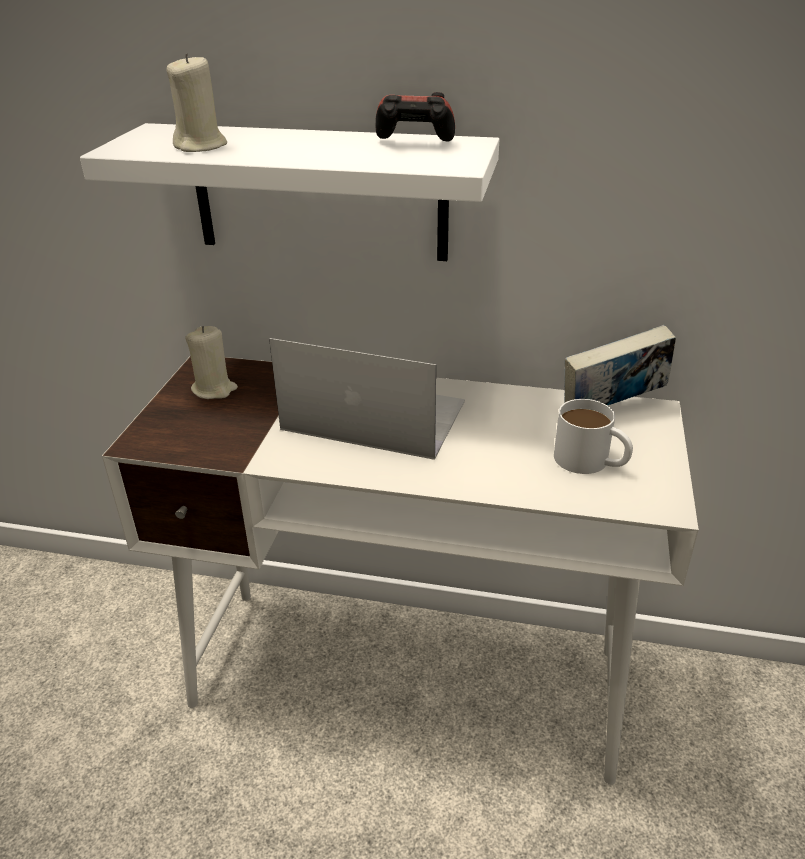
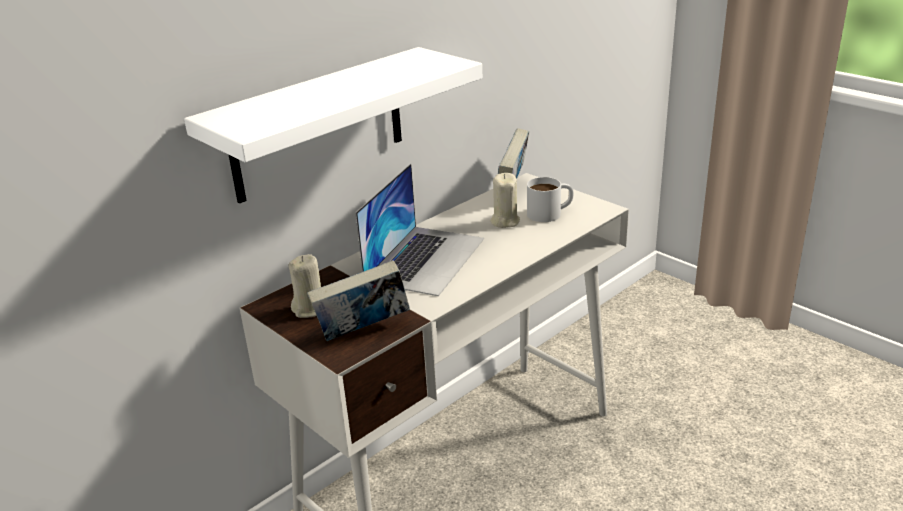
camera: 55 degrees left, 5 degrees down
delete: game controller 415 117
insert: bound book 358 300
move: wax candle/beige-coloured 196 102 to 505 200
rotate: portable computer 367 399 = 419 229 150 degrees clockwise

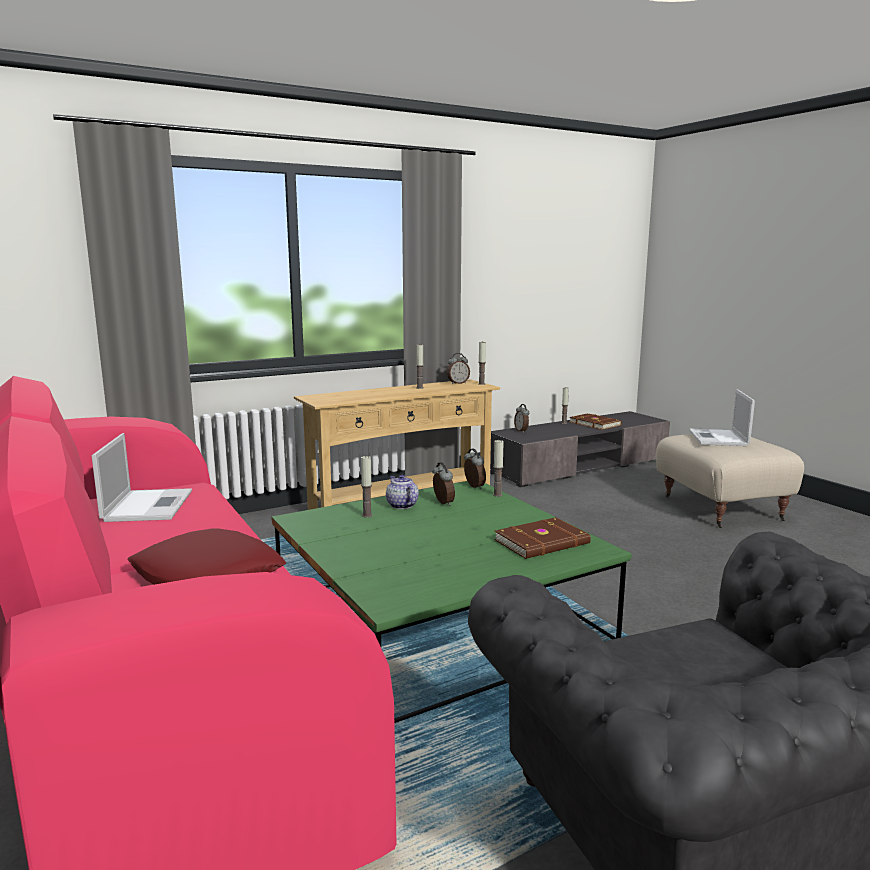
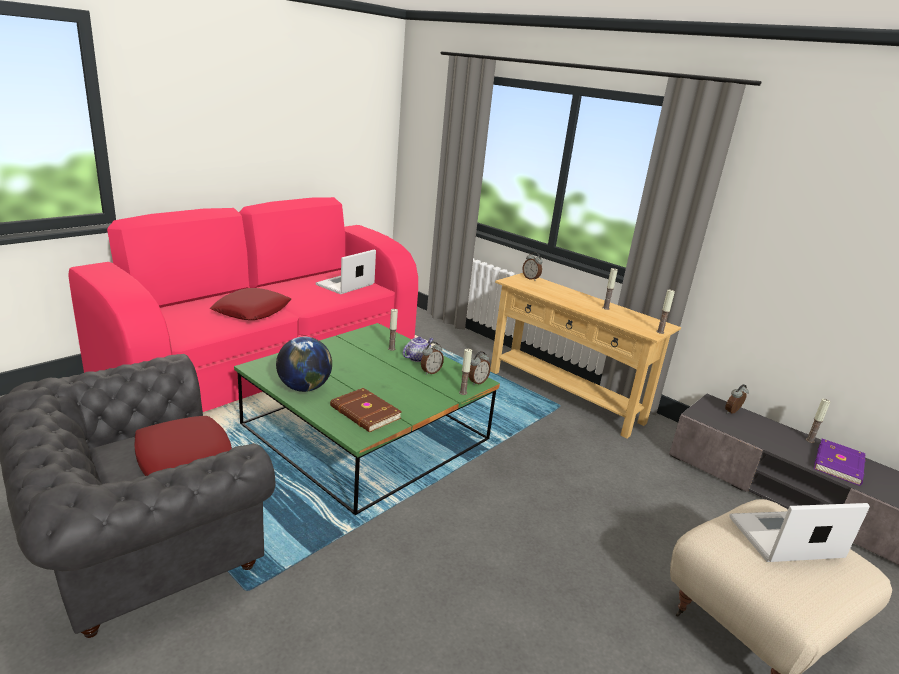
camera: 70 degrees right, 10 degrees up
insert: desk globe 304 364; pillow/reddish 183 446
move: bedside clock 458 369 to 533 266
recolor: bound book/brown 596 421 to bound book/purple 839 462
rotate: portable computer 142 477 = 346 271 150 degrees clockwise

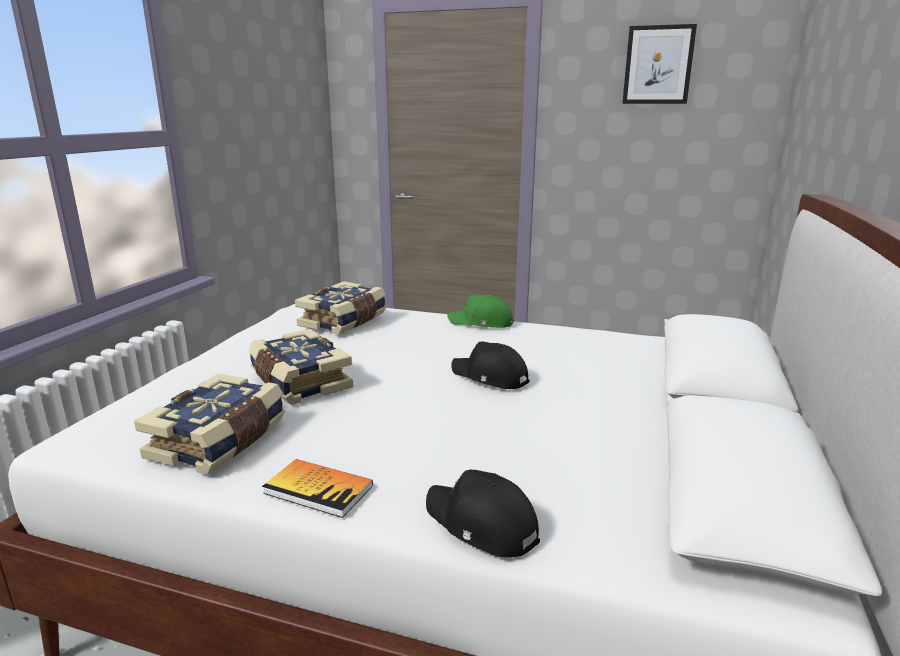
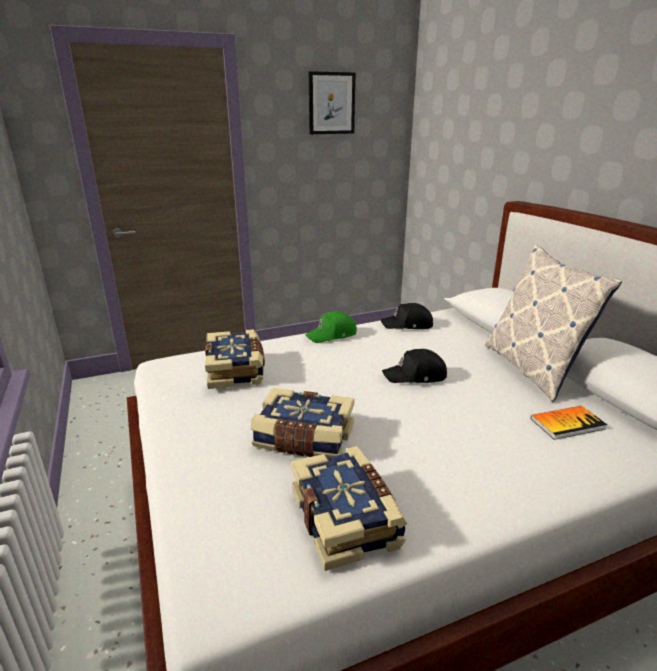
camera: 40 degrees left, 5 degrees up
insert: pillow 553 323
move: bound book 317 488 to 569 423; peaked cap/black 483 513 to 406 316

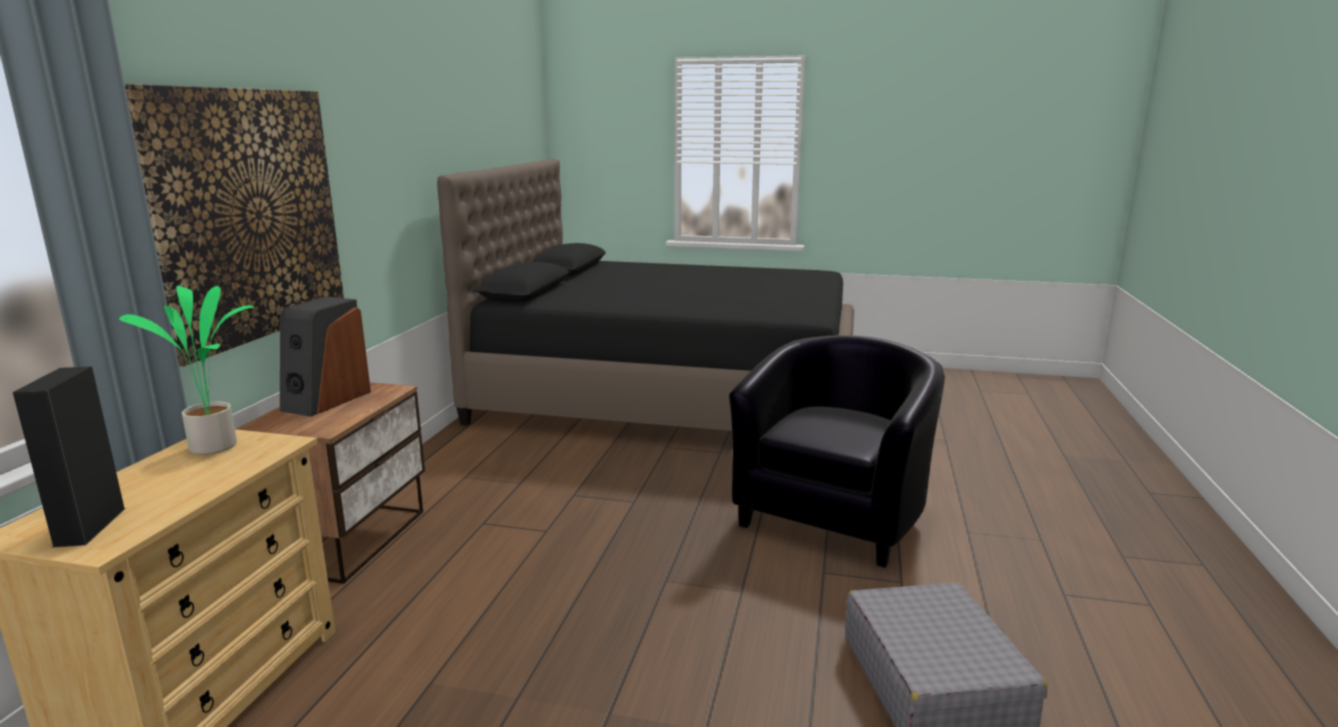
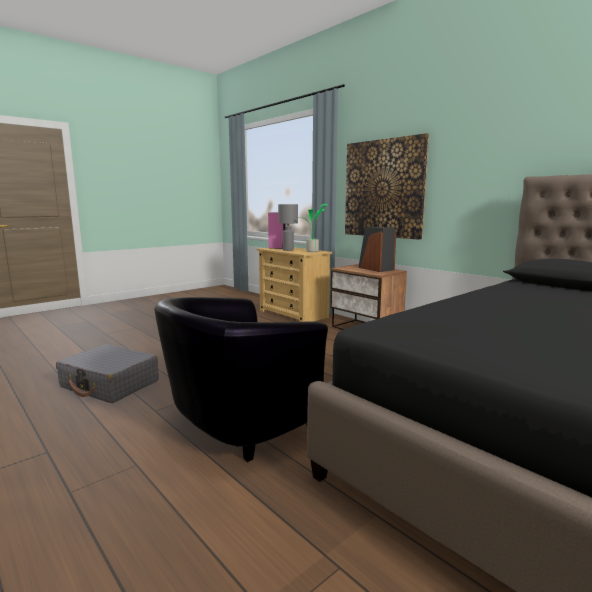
camera: 125 degrees right, 5 degrees down
insert: table lamp/greyish 288 227
recolor: audio speaker/black 69 457 to audio speaker/pink 277 231
rotate: armchair/black 837 451 = 241 379 75 degrees clockwise

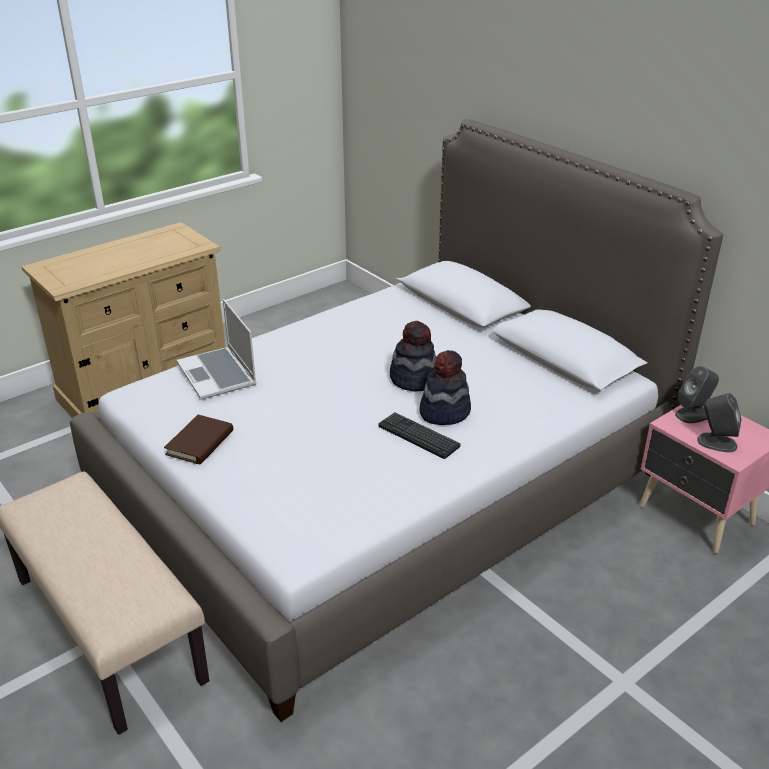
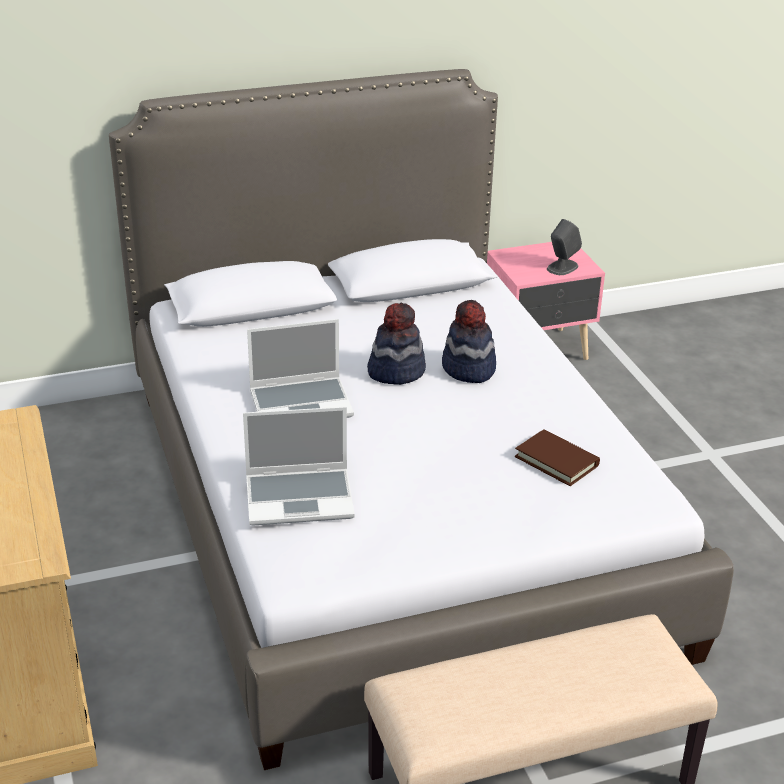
camera: 70 degrees left, 0 degrees up
delete: audio speaker/greyish 697 394; keyboard 419 435
insert: portable computer 300 368
move: bound book/brown 198 440 to 557 458

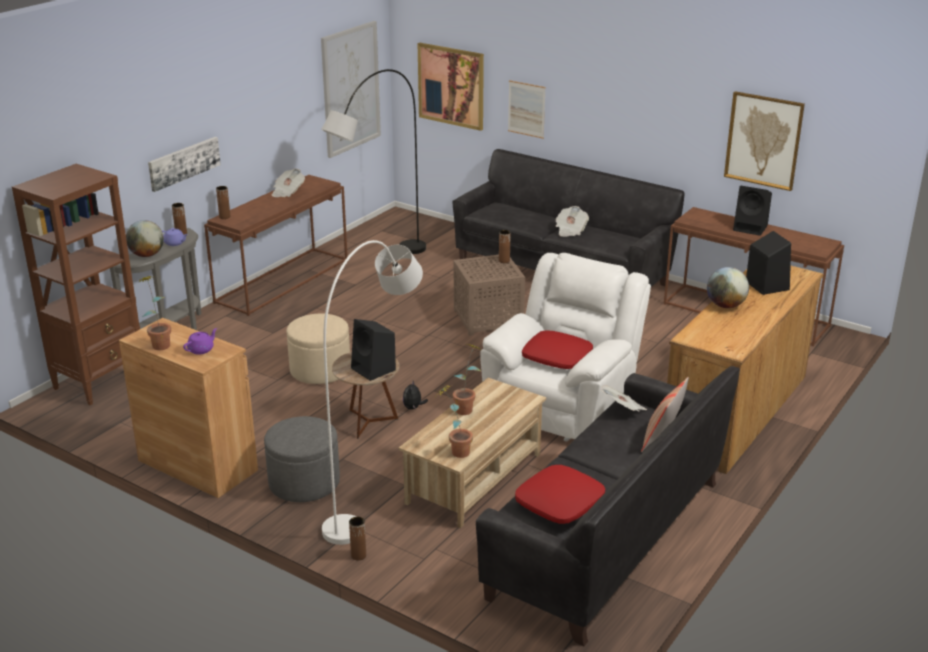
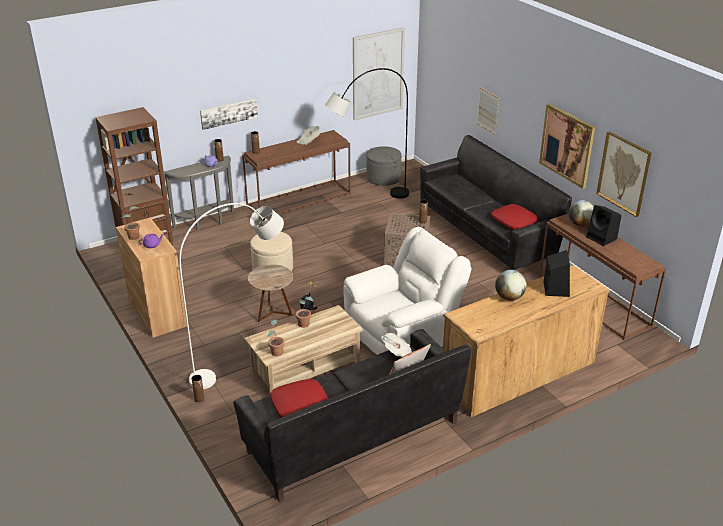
camera: 25 degrees right, 5 degrees up
delete: daily paper 572 221; audio speaker/black 373 350
move: picture 451 87 to 567 146; desk globe 145 238 to 581 213; pillow/reddish 557 350 to 514 216; ottoman/greyish 302 459 to 384 166

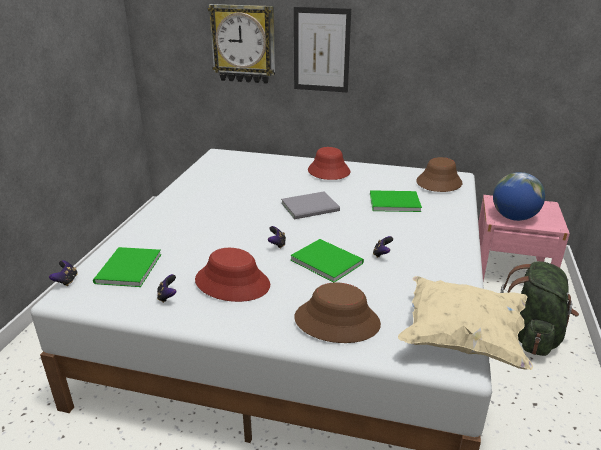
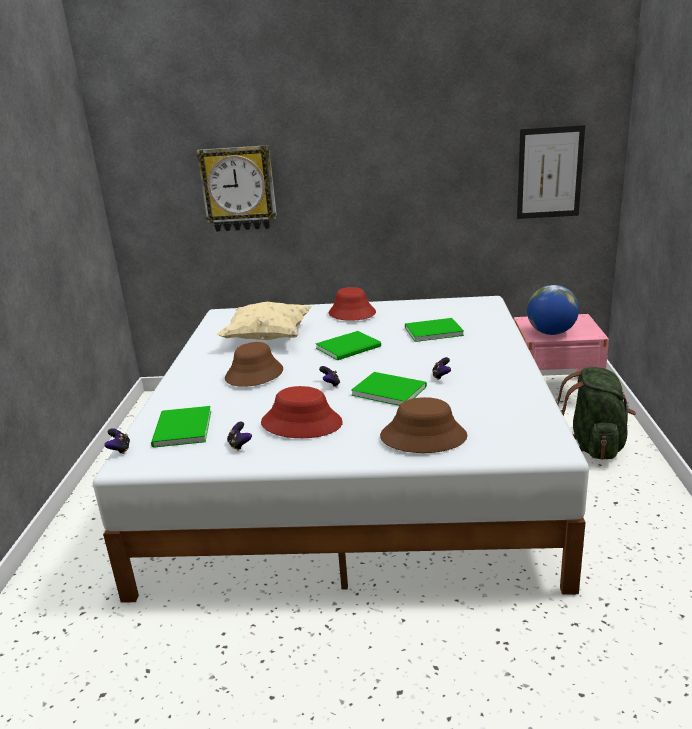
camera: 10 degrees left, 5 degrees down
move: picture 322 49 to 551 172; wearable hat/brown 439 174 to 254 364; pillow/beige-coloured 465 323 to 264 321
recolor: bound book/greyish 310 205 to bound book/green 348 345

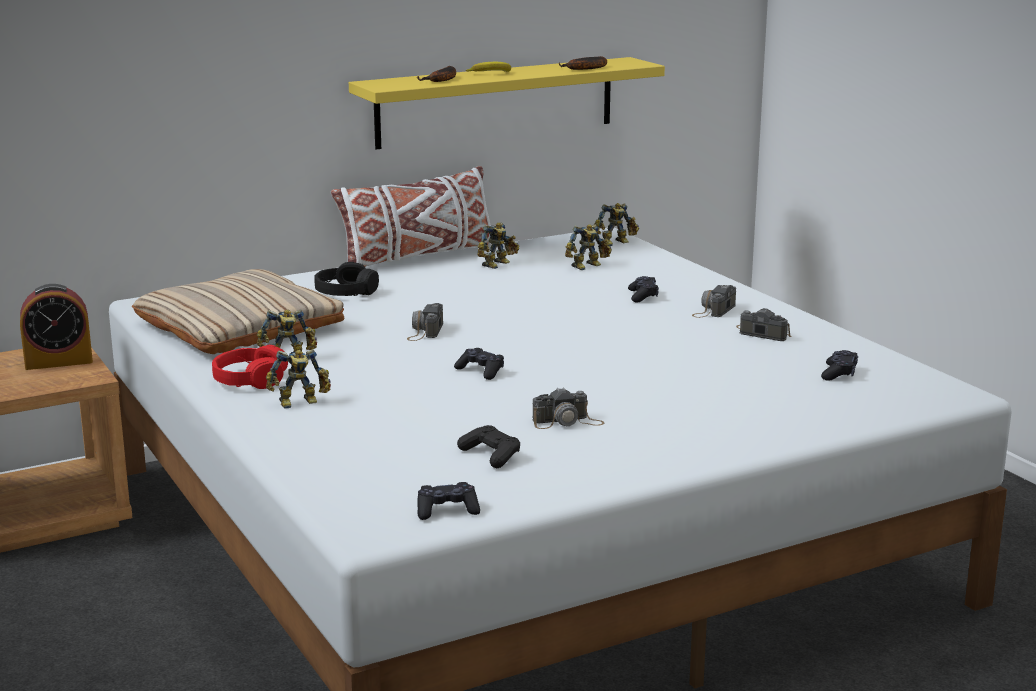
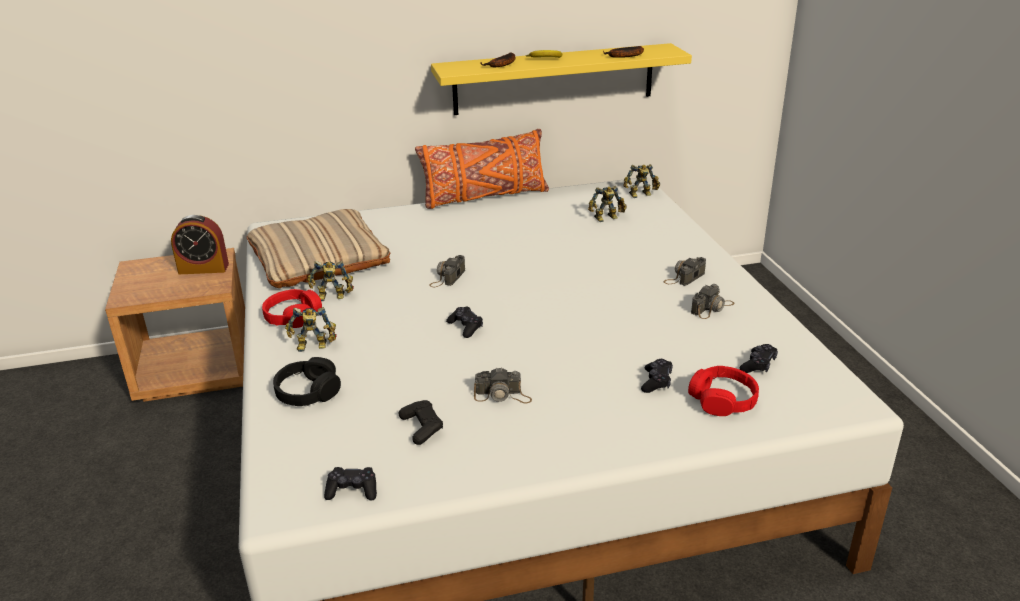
camera: 15 degrees right, 10 degrees up
delete: robot figure 498 245
insert: headset/reddish 723 391
move: headset/black 346 279 to 307 381; game controller/black 643 289 to 657 376
recolor: pillow/white-coloured 411 216 to pillow/orange-coloured 482 169
rotate: still camera 763 324 = 712 301 90 degrees clockwise

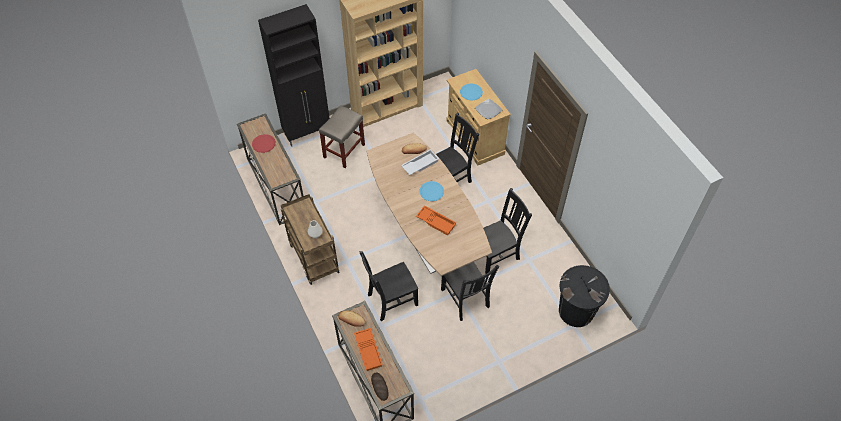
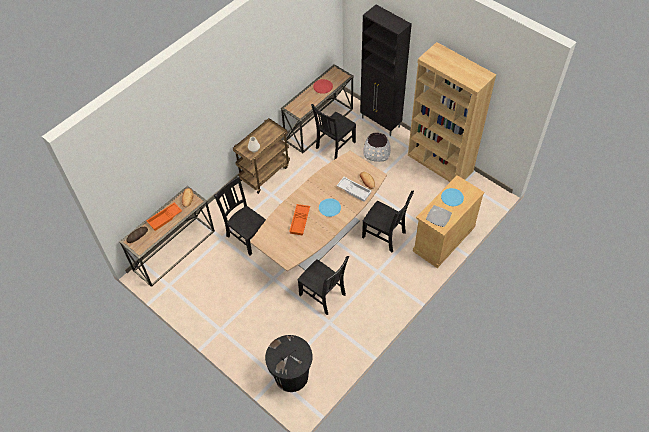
camera: 70 degrees right, 0 degrees up
move: chair/black 470 291 to 333 132
replace: sitting stool/beige-coloured 342 136 to flower pot/white-coloured 377 147

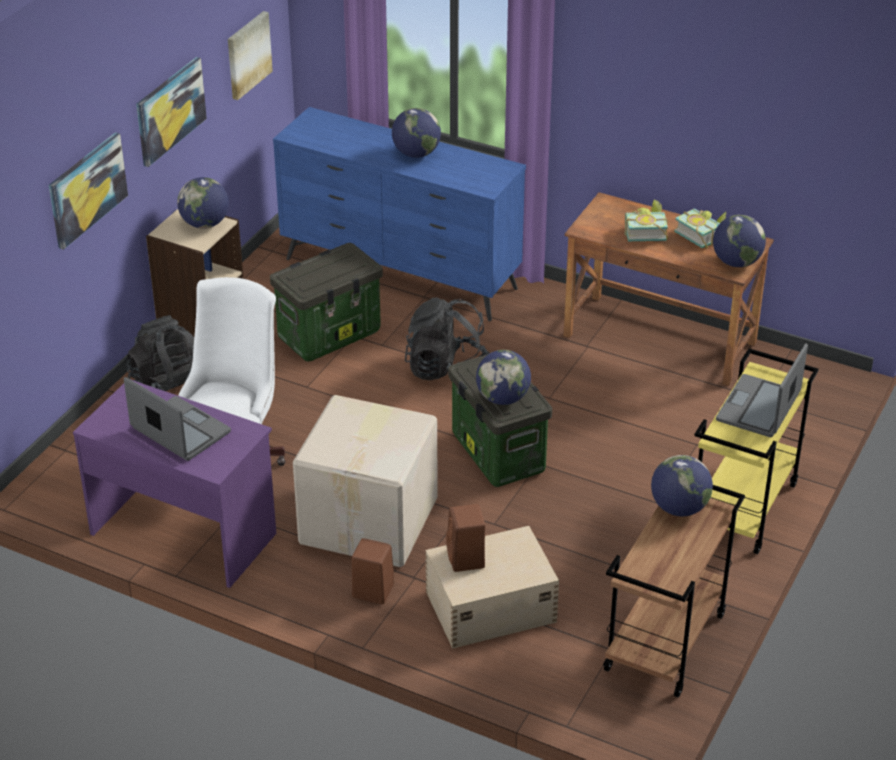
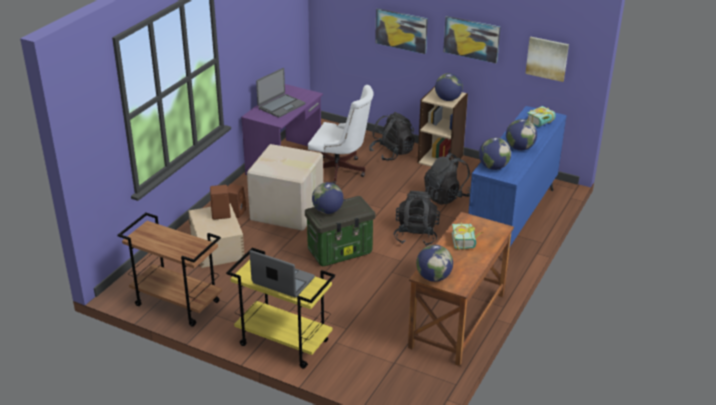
camera: 90 degrees right, 5 degrees down
move: bound book 700 228 to 541 116; desk globe 682 485 to 495 154
replace: storage box 326 302 to backpack/black 447 179

